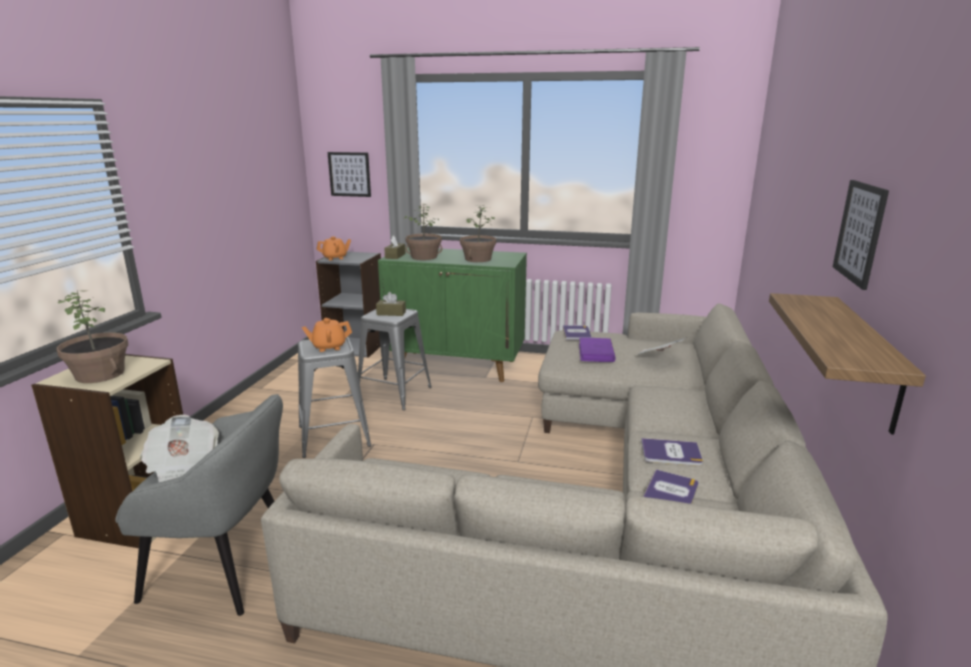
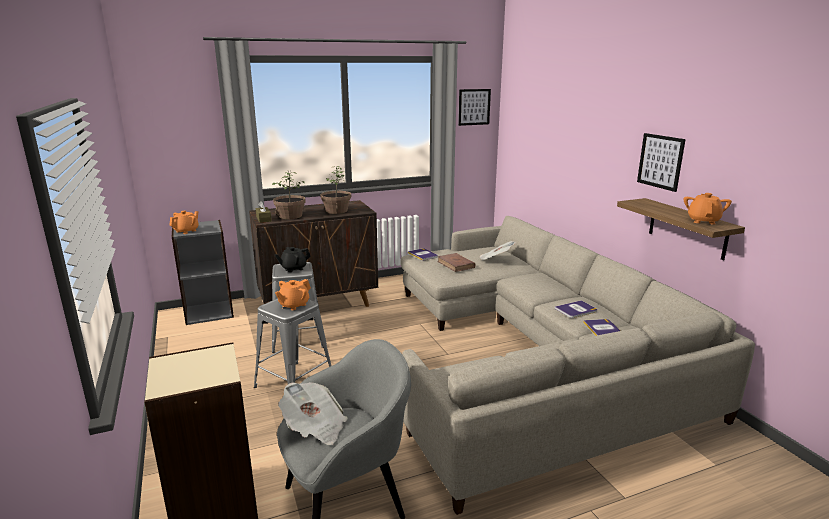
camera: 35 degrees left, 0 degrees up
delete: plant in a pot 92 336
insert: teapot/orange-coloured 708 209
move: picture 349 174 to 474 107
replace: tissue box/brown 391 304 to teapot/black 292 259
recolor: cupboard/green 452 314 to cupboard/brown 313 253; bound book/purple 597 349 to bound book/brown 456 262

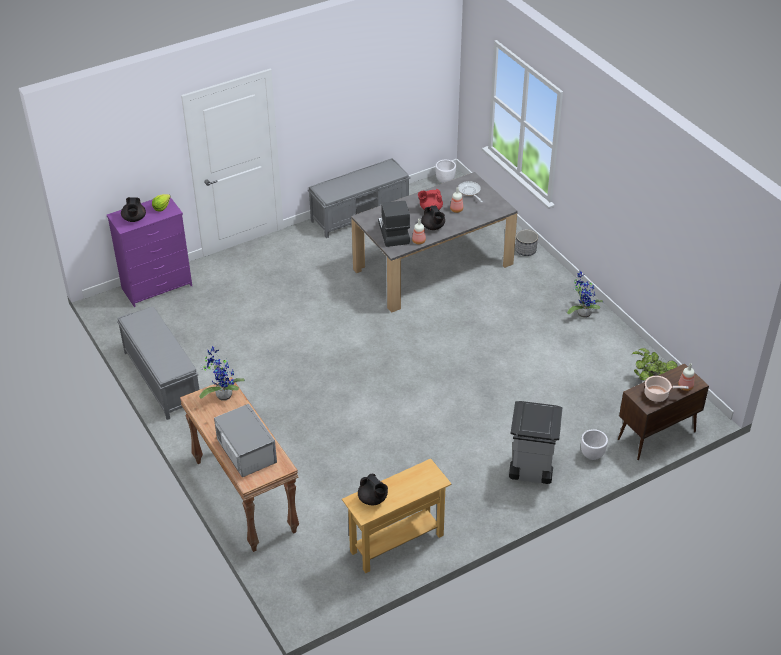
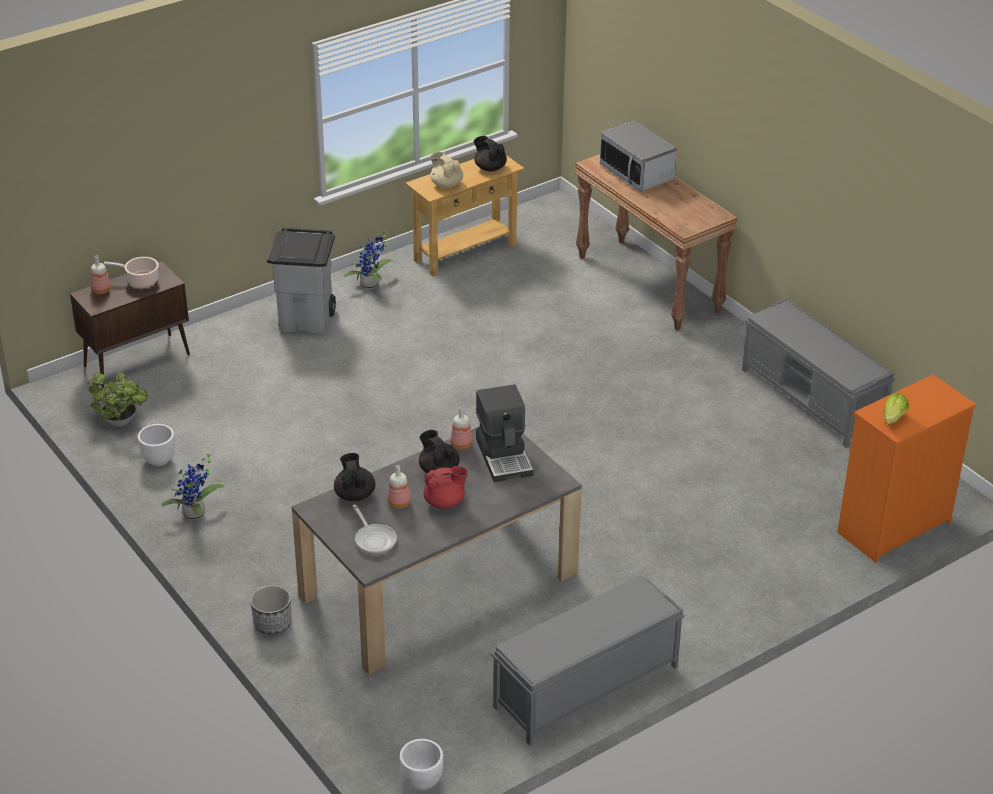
camera: 175 degrees right, 5 degrees down
insert: teapot/beige-coloured 446 170
move: teapot/black 133 209 to 355 477; plant in a pot 222 373 to 369 259; flower pot/white-coloured 594 444 to 156 445
recolor: drawer chest/purple 149 252 to drawer chest/orange-coloured 907 469

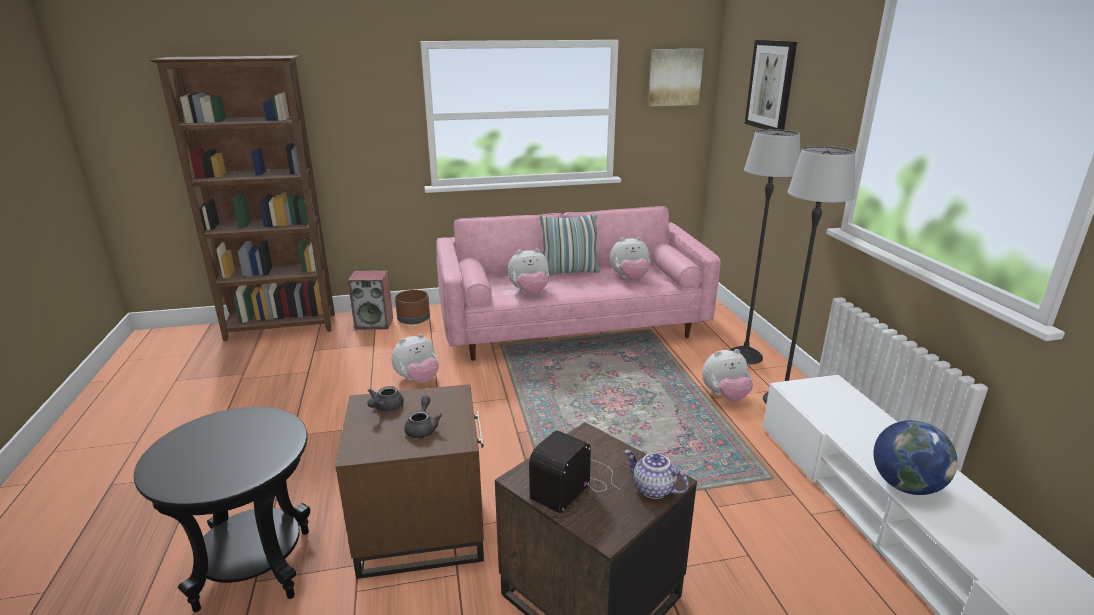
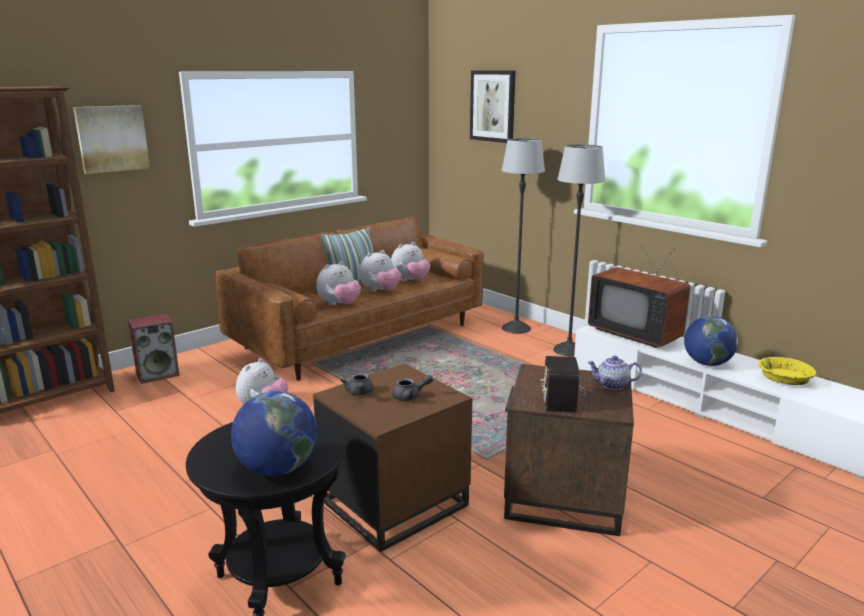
camera: 30 degrees left, 5 degrees down
delete: flower pot/brown 412 307
insert: television 639 296; serving bowl/yellow-coloured 787 371; desk globe 274 433
move: picture 676 77 to 111 139; cuddly toy 727 375 to 380 271
recolor: settee/pink 578 283 to settee/brown 349 298
rotate: teapot/greyish 423 417 = 412 388 105 degrees clockwise

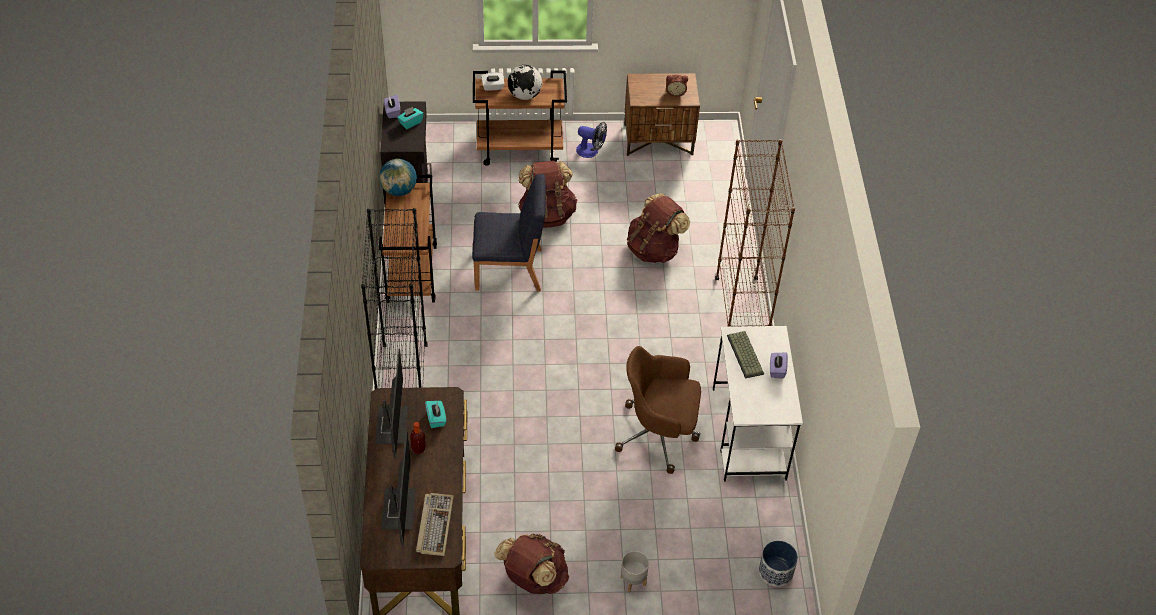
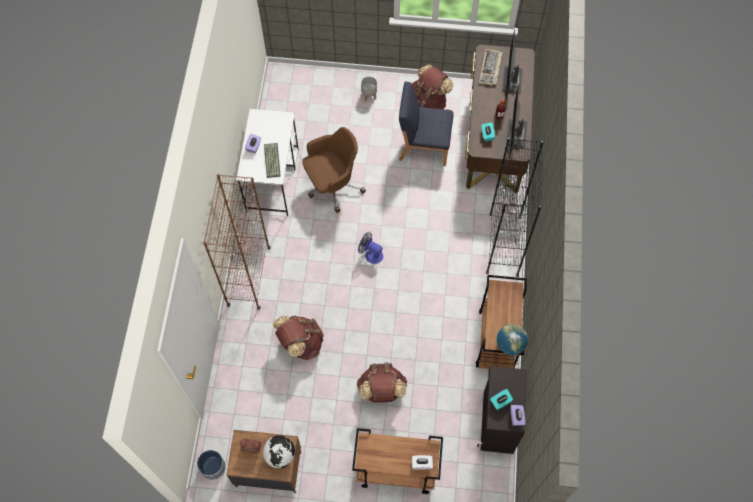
camera: 170 degrees left, 15 degrees up
move: desk globe 525 82 to 279 451; fan 591 140 to 370 248; chair/bluish 509 233 to 426 124; flower pot 778 564 to 211 465
rotate: computer chair/brown 658 410 = 334 170 45 degrees counterclockwise

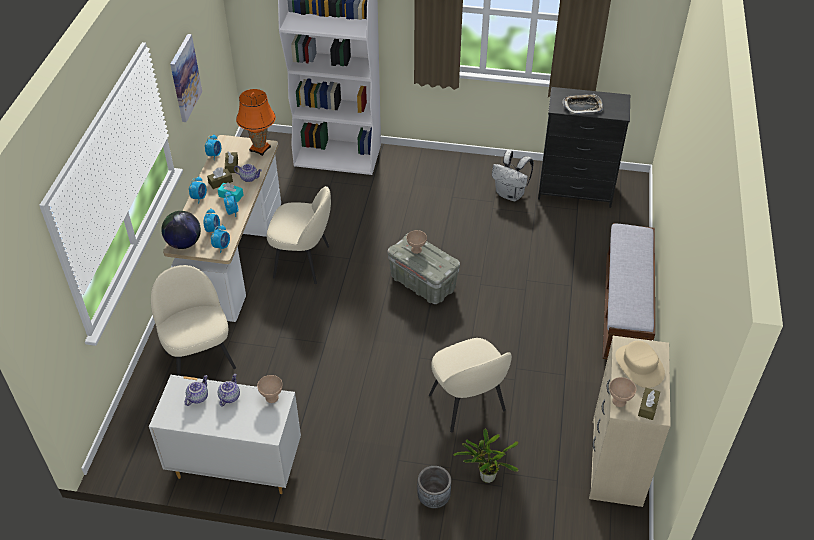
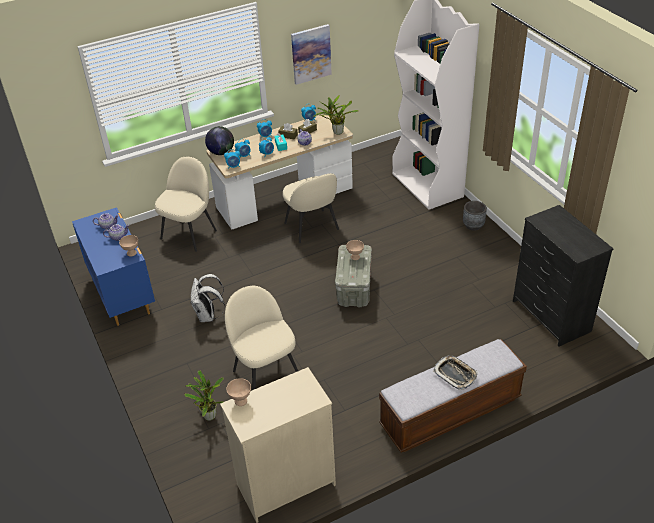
camera: 55 degrees right, 5 degrees down
delete: wearable hat/beige-coloured 640 364; tissue box/brown 649 404
move: carrying tray 582 104 to 455 373; backpack/white-coloured 513 175 to 208 298; flower pot/greyish 434 487 to 475 216
replace: table lamp/orange-coloured 256 122 to plant in a pot 335 115
recolor: drawer chest/white-coloured 225 434 to drawer chest/bluish 113 266
rotate: chair/beige-coloured 470 385 = 261 338 120 degrees clockwise

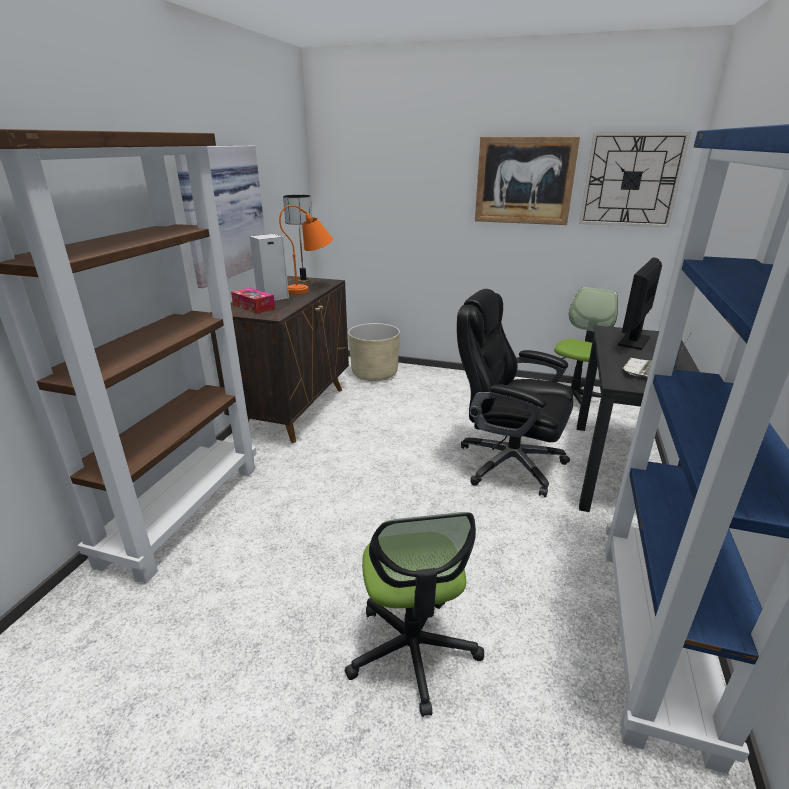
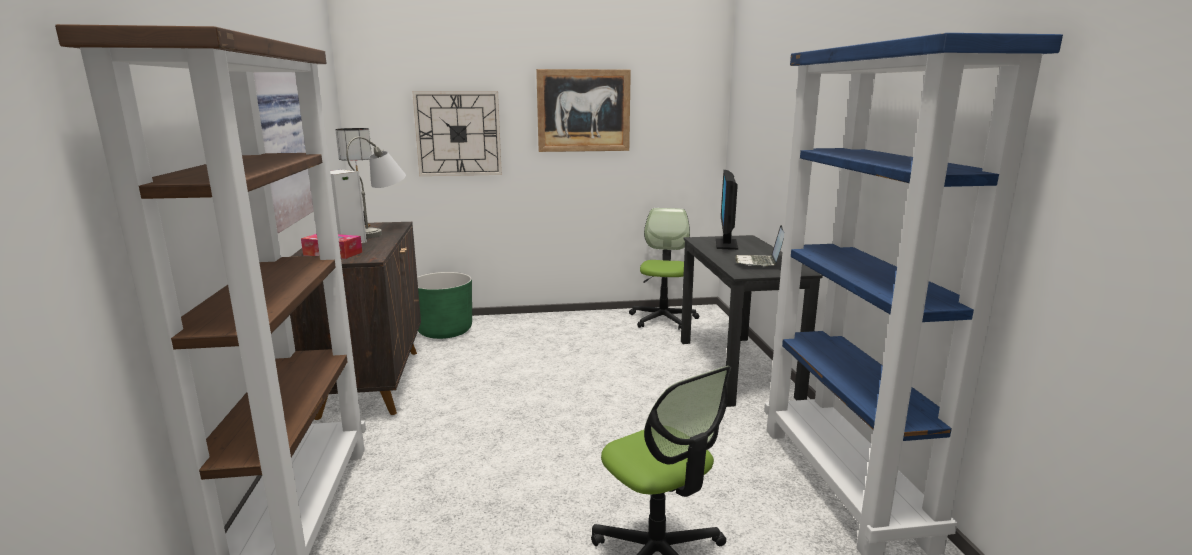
camera: 25 degrees left, 10 degrees down
delete: computer chair/black 515 393
move: hanging clock 635 180 to 457 133
recolor: table lamp/orange-coloured 306 249 to table lamp/greyish 376 187; flower pot/beige-coloured 374 352 to flower pot/green 444 305

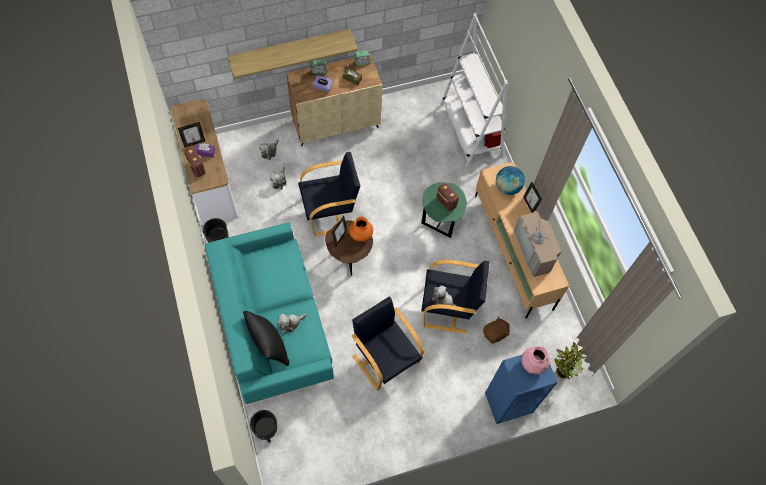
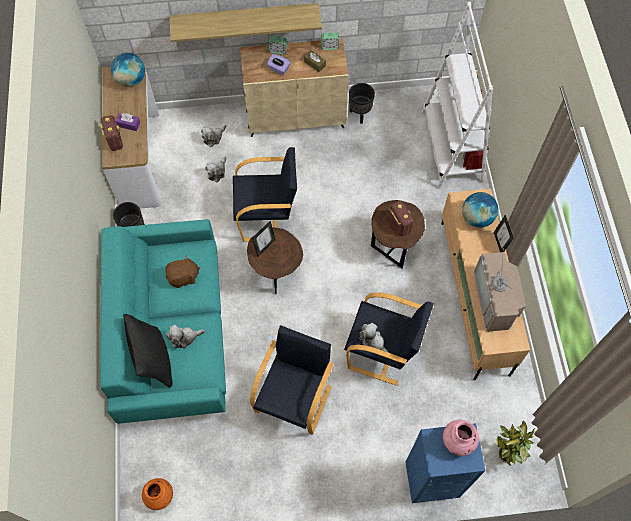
camera: 15 degrees right, 0 degrees up
delete: picture frame 191 134
insert: desk globe 128 70
move: decorative vase/orange-coloured 361 229 to 157 494; cuddly toy/brown 496 330 to 182 271; flower pot/black 264 426 to 362 103
recolor: side table/green 444 210 to side table/brown 398 234
rotate: armchair/black 388 344 = 292 380 45 degrees clockwise

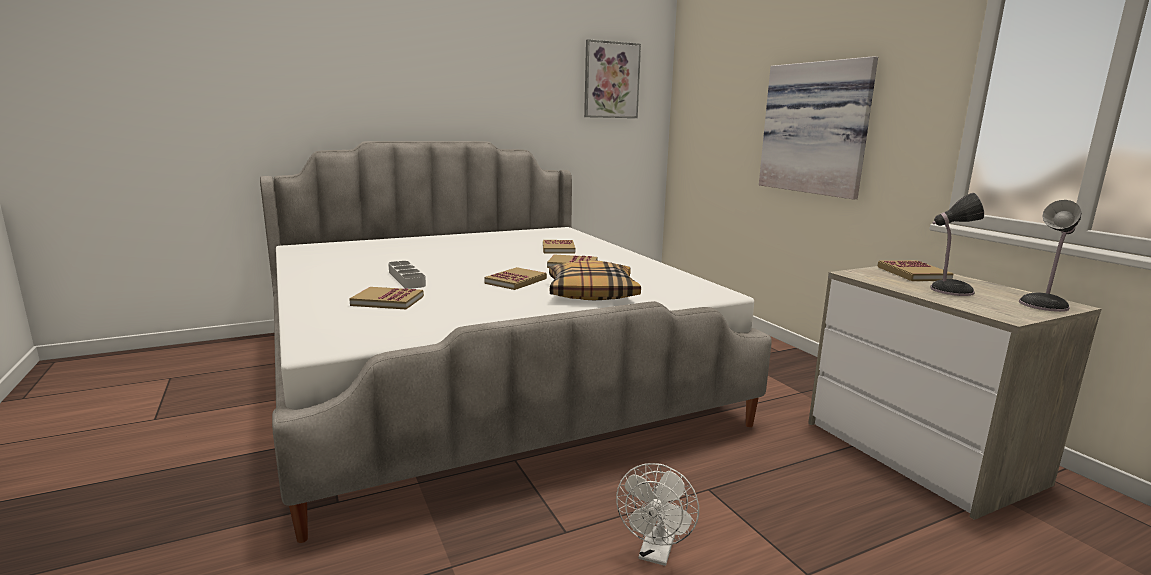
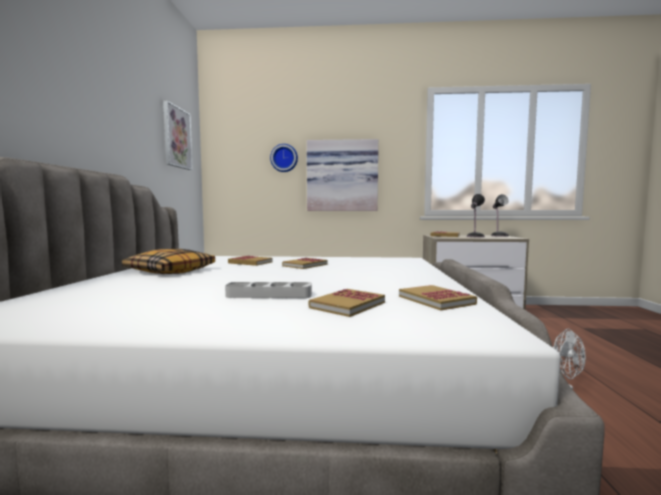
camera: 60 degrees left, 10 degrees down
insert: hanging clock 284 158
move: pillow 595 280 to 168 261; bound book 515 278 to 438 297

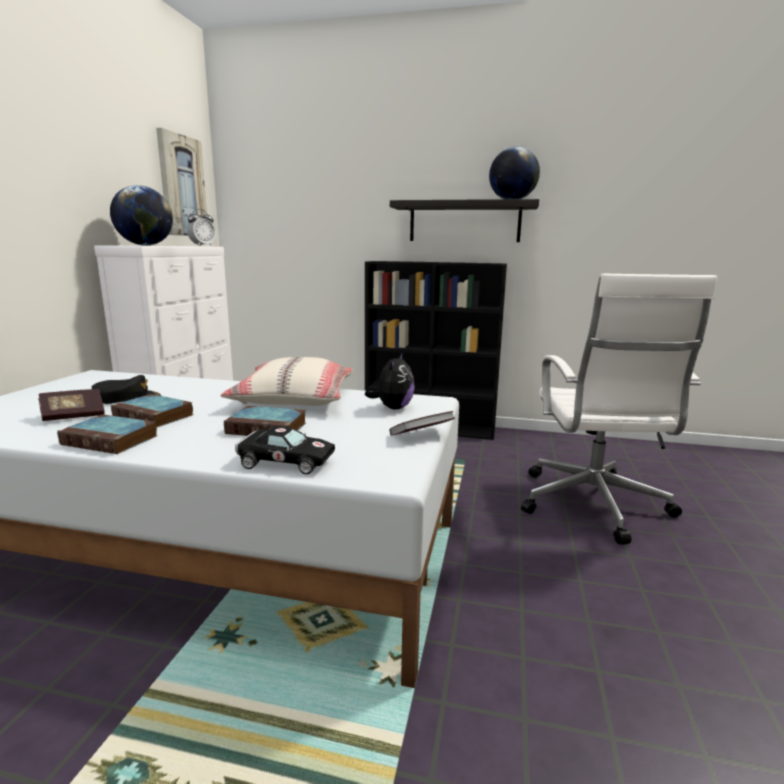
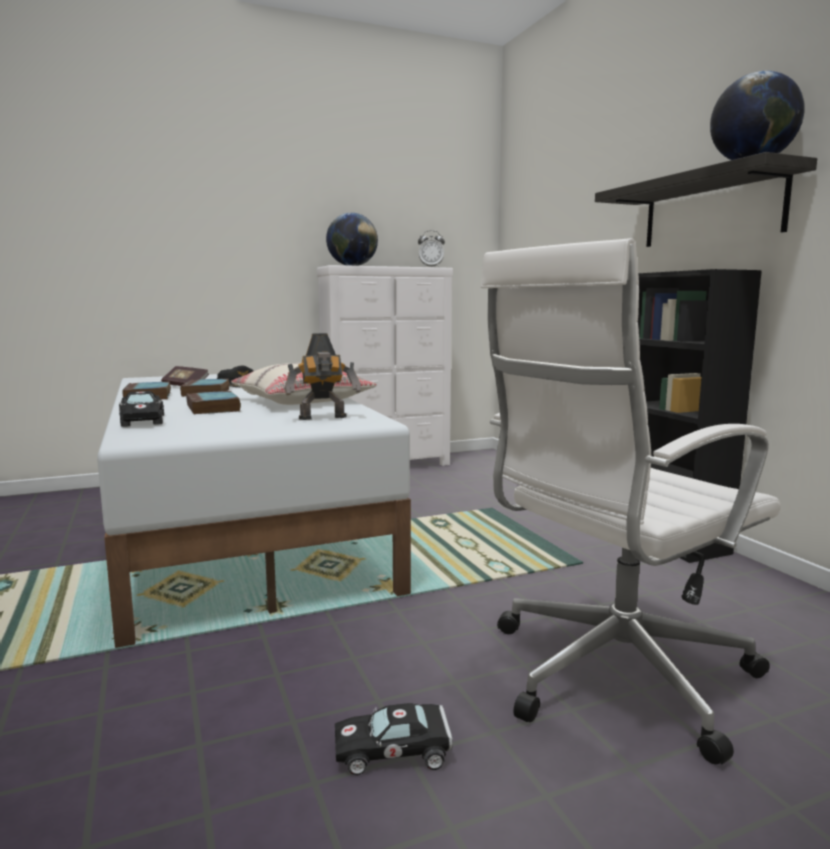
camera: 55 degrees right, 5 degrees down
delete: picture 181 182; bound book 422 423
insert: miniature car/black 394 739
replace: cuddly toy 390 380 to robot figure 322 376

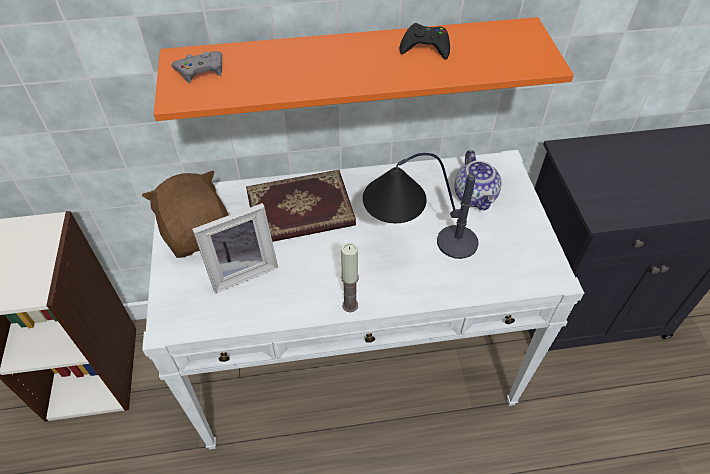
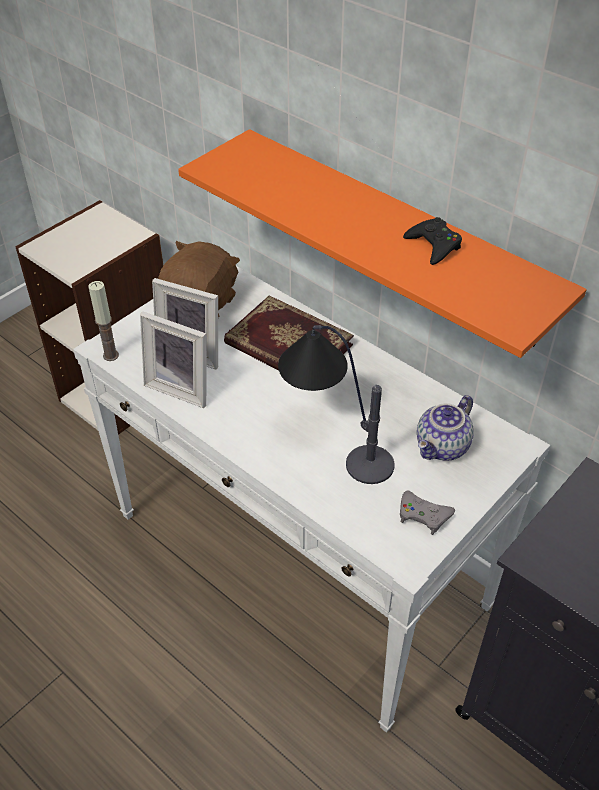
camera: 50 degrees right, 5 degrees down
insert: picture frame 173 359
move: game controller/greyish 197 67 to 427 513; wax candle 350 277 to 103 321

